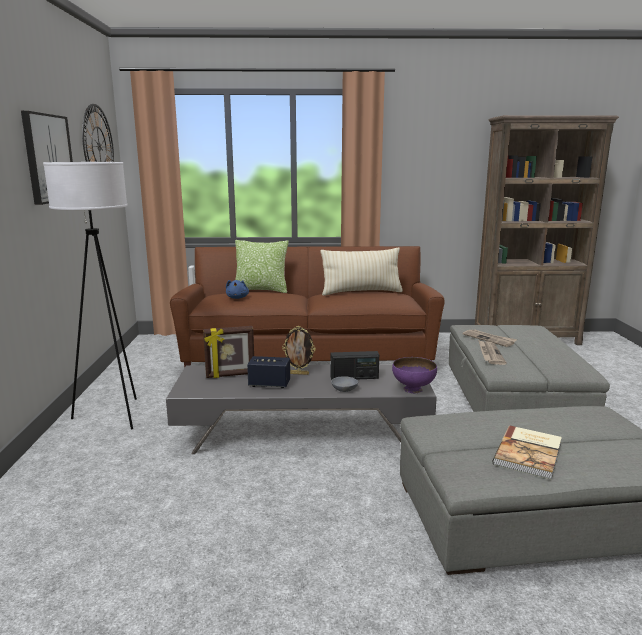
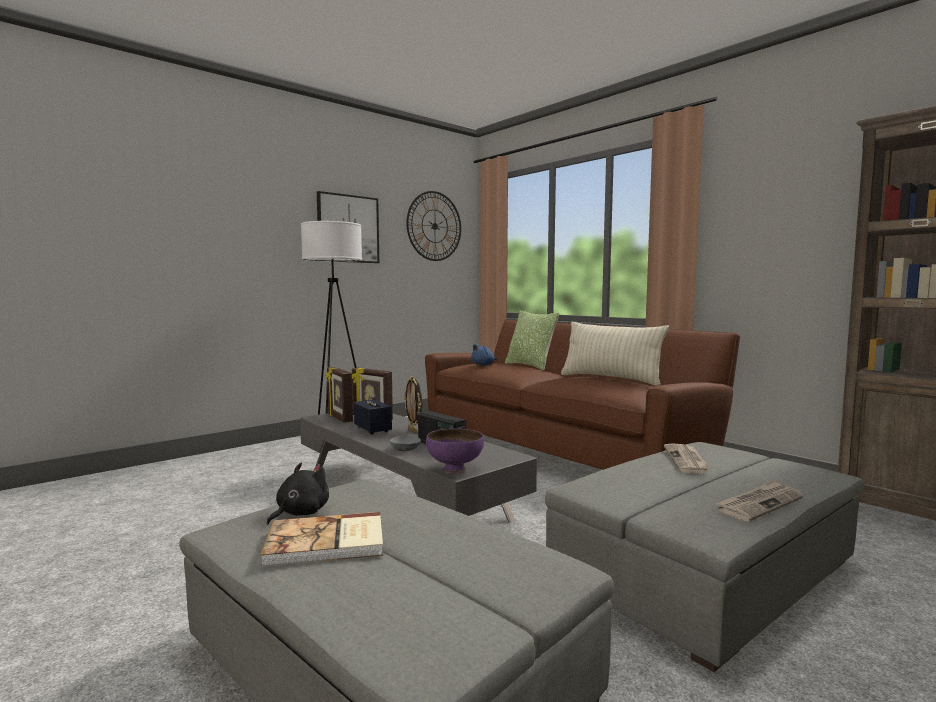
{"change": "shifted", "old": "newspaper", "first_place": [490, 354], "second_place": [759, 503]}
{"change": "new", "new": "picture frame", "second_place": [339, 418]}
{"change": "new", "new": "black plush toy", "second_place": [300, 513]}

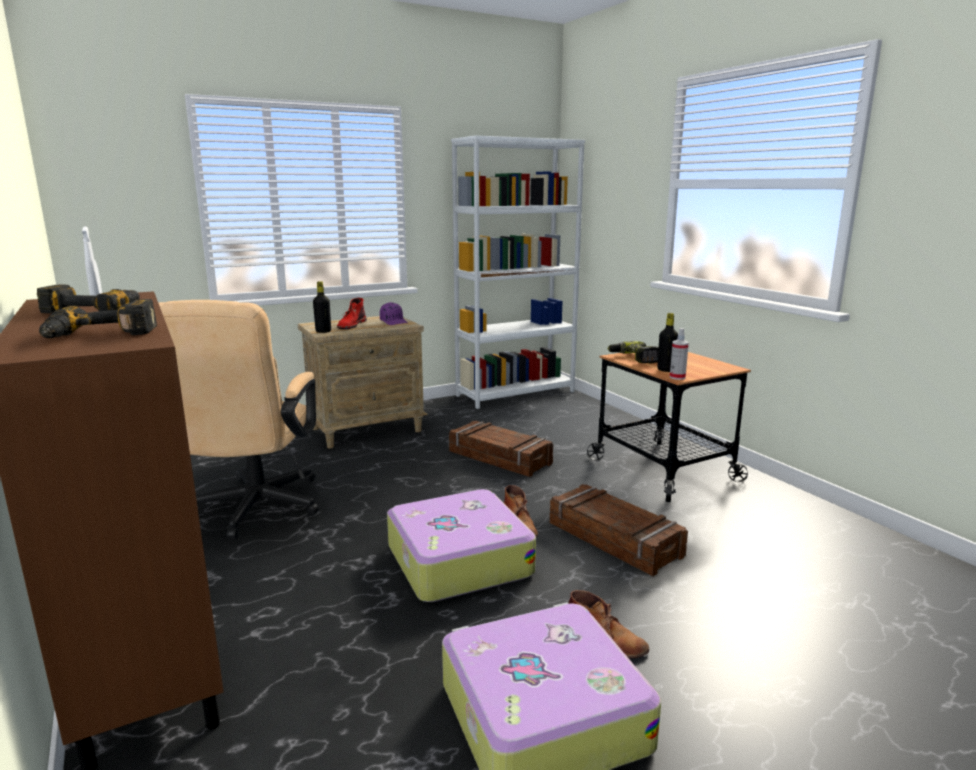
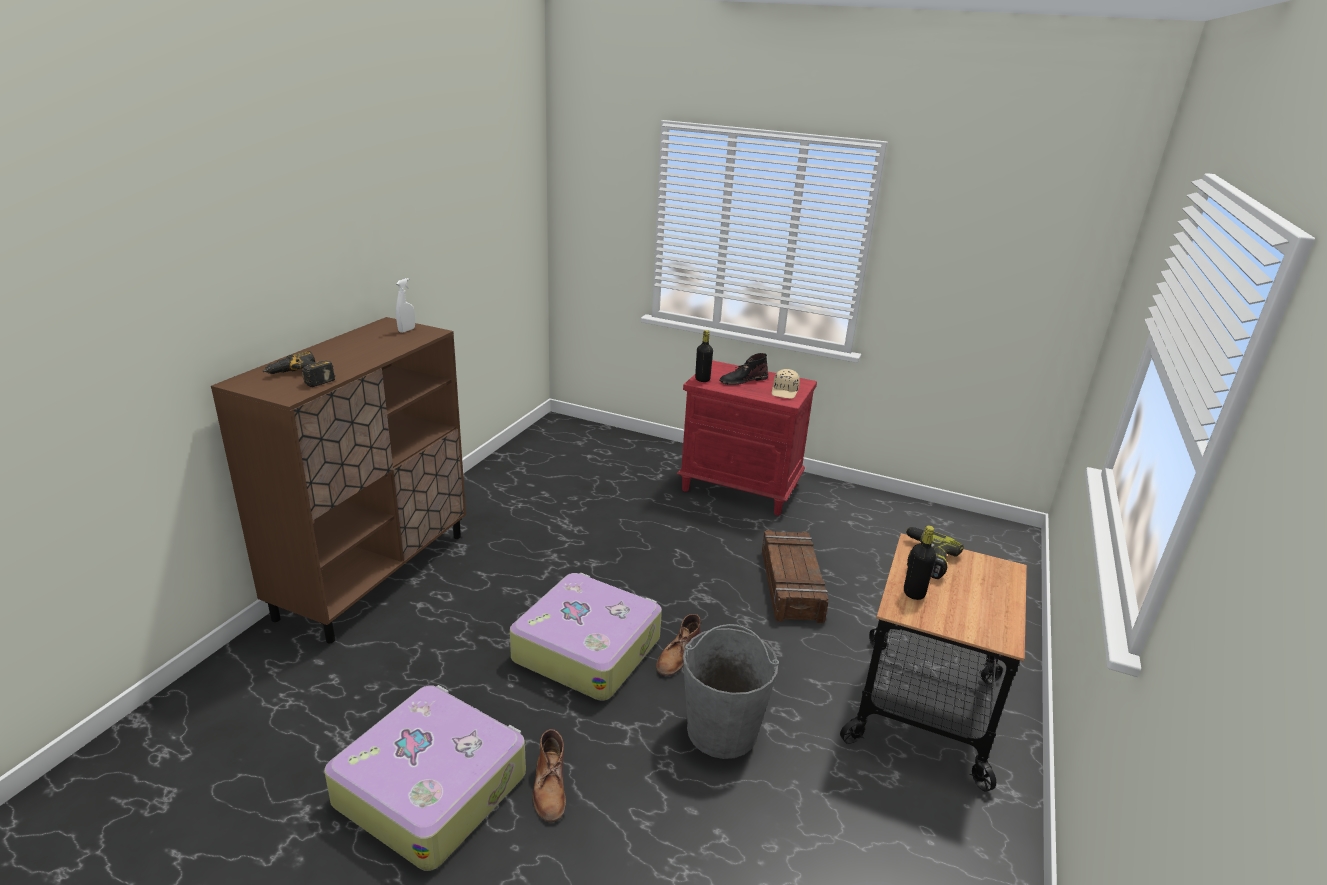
{"change": "gone", "old": "white bookcase", "first_place": [515, 393]}
{"change": "gone", "old": "power drill", "first_place": [95, 309]}
{"change": "repainted", "old": "red boot", "new": "black boot", "first_place": [351, 325], "second_place": [742, 380]}
{"change": "gone", "old": "beige office chair", "first_place": [252, 511]}
{"change": "repainted", "old": "purple cap", "new": "beige cap", "first_place": [394, 322], "second_place": [785, 391]}
{"change": "repainted", "old": "beige nightstand", "new": "red nightstand", "first_place": [367, 429], "second_place": [741, 488]}
{"change": "gone", "old": "spray bottle", "first_place": [677, 377]}
{"change": "swapped", "old": "crate", "new": "grey bucket", "first_place": [615, 539], "second_place": [722, 729]}

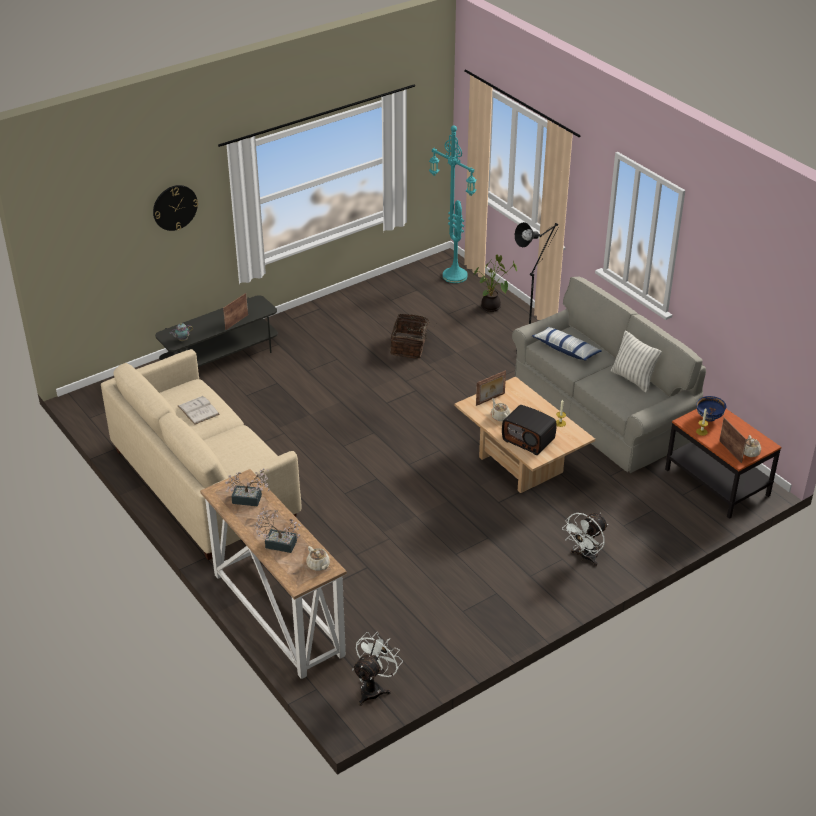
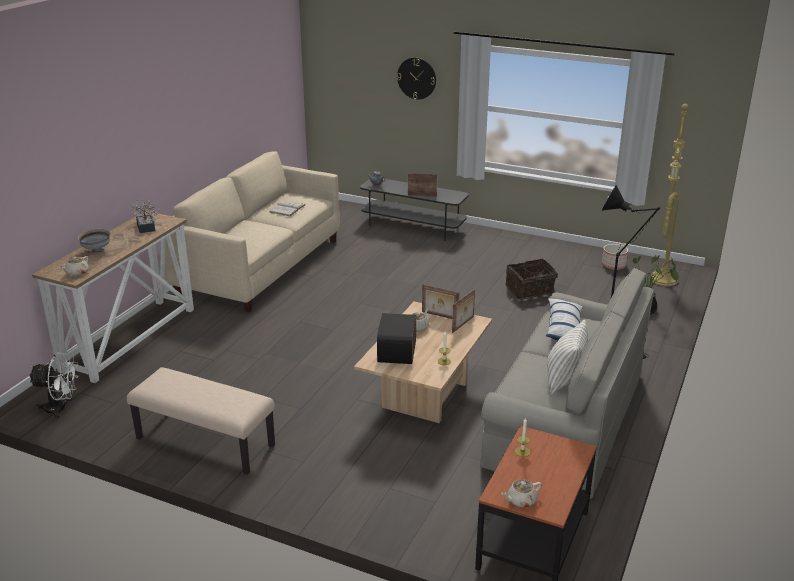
{"change": "repainted", "old": "turquoise floor lamp", "new": "yellow floor lamp", "first_place": [453, 276], "second_place": [661, 279]}
{"change": "gone", "old": "blue bowl", "first_place": [709, 418]}
{"change": "shifted", "old": "picture frame", "first_place": [731, 451], "second_place": [463, 324]}
{"change": "swapped", "old": "potted plant", "new": "grey bowl", "first_place": [277, 543], "second_place": [97, 251]}
{"change": "gone", "old": "white fan", "first_place": [585, 557]}
{"change": "new", "new": "planter", "second_place": [613, 265]}
{"change": "new", "new": "beige bench", "second_place": [204, 442]}

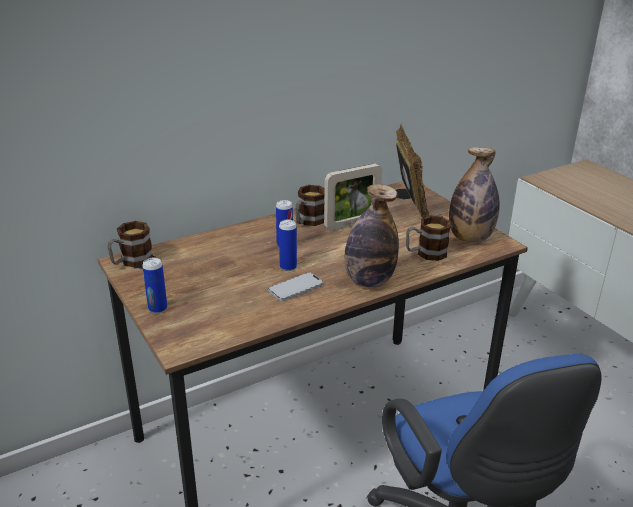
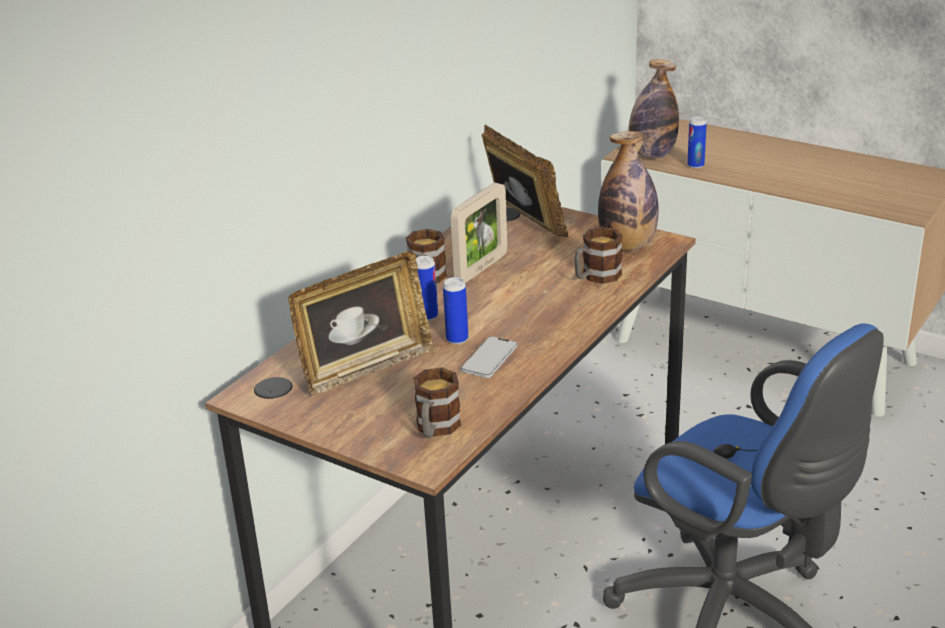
{"change": "shifted", "old": "bottle", "first_place": [369, 281], "second_place": [652, 155]}
{"change": "shifted", "old": "mug", "first_place": [131, 262], "second_place": [435, 429]}
{"change": "shifted", "old": "can", "first_place": [158, 309], "second_place": [695, 165]}
{"change": "new", "new": "picture frame", "second_place": [365, 367]}

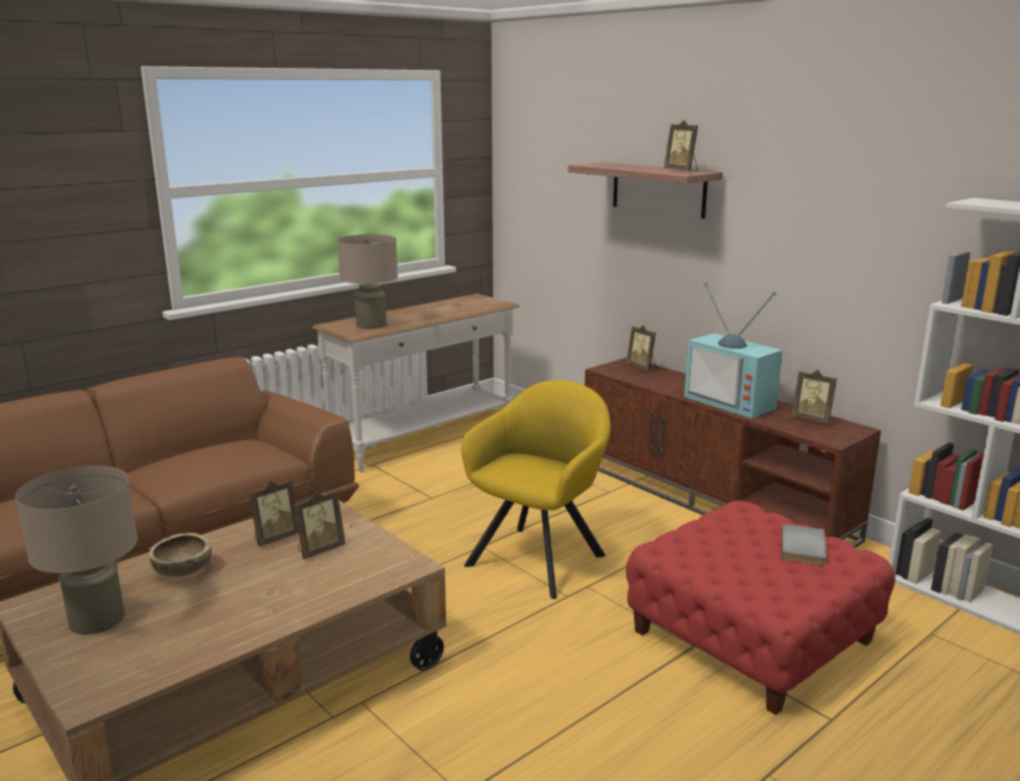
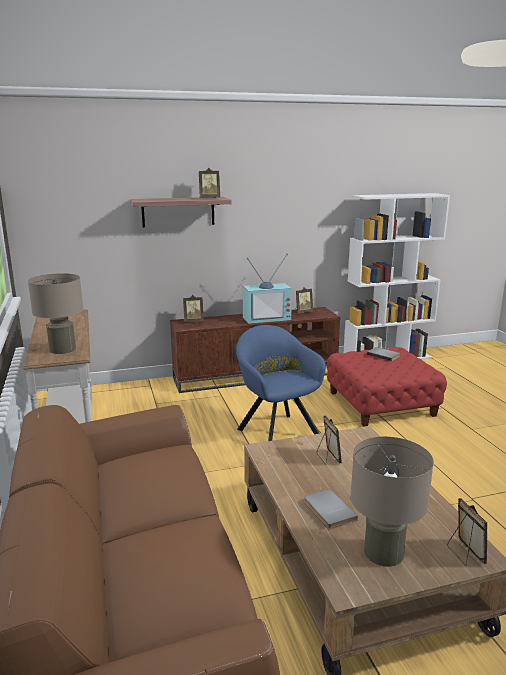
{"change": "repainted", "old": "yellow armchair", "new": "blue armchair", "first_place": [540, 557], "second_place": [276, 431]}
{"change": "shifted", "old": "picture frame", "first_place": [275, 538], "second_place": [464, 553]}
{"change": "swapped", "old": "brown bowl", "new": "grey book", "first_place": [183, 570], "second_place": [327, 511]}

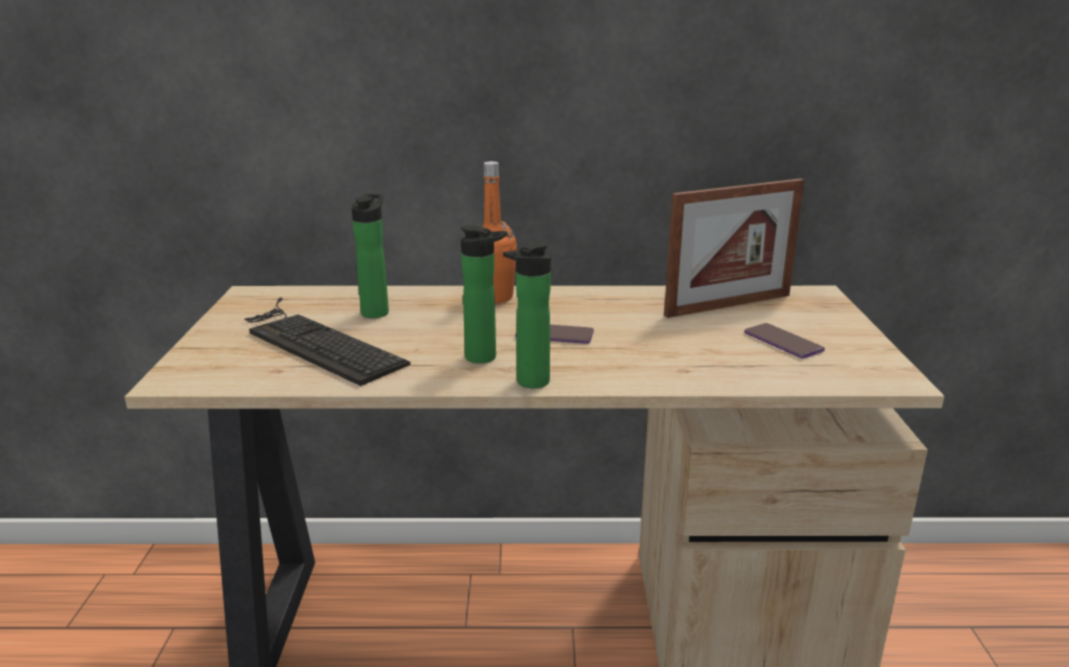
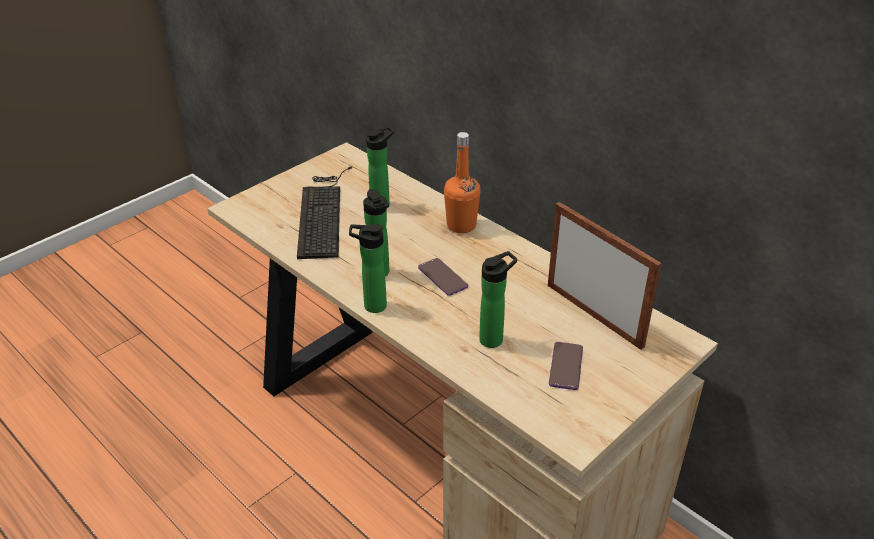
{"change": "rotated", "old": "picture frame", "first_place": [728, 305], "second_place": [594, 315], "degrees": -150}
{"change": "new", "new": "bottle", "second_place": [494, 338]}

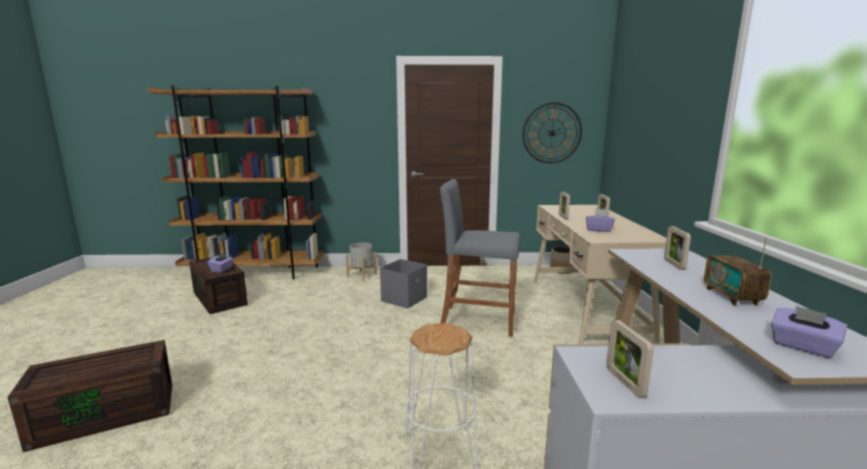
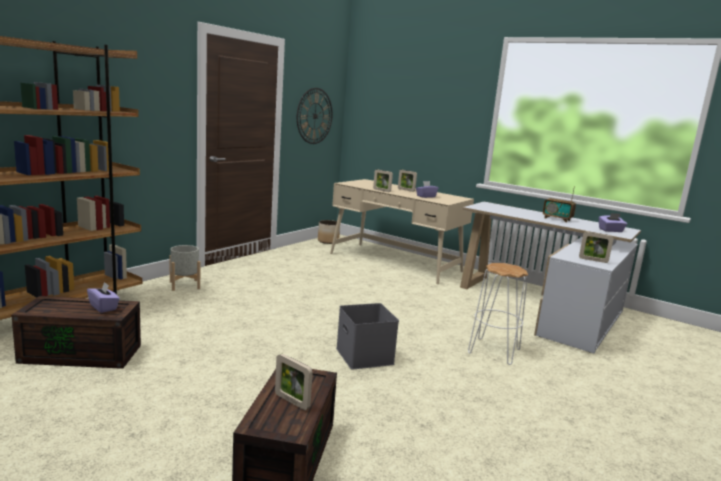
{"change": "gone", "old": "grey stool", "first_place": [478, 320]}
{"change": "shifted", "old": "picture frame", "first_place": [674, 265], "second_place": [292, 401]}
{"change": "shifted", "old": "grey storage box", "first_place": [404, 299], "second_place": [366, 356]}

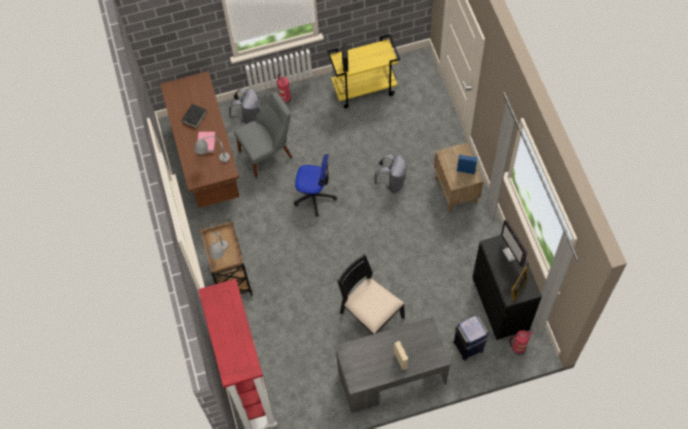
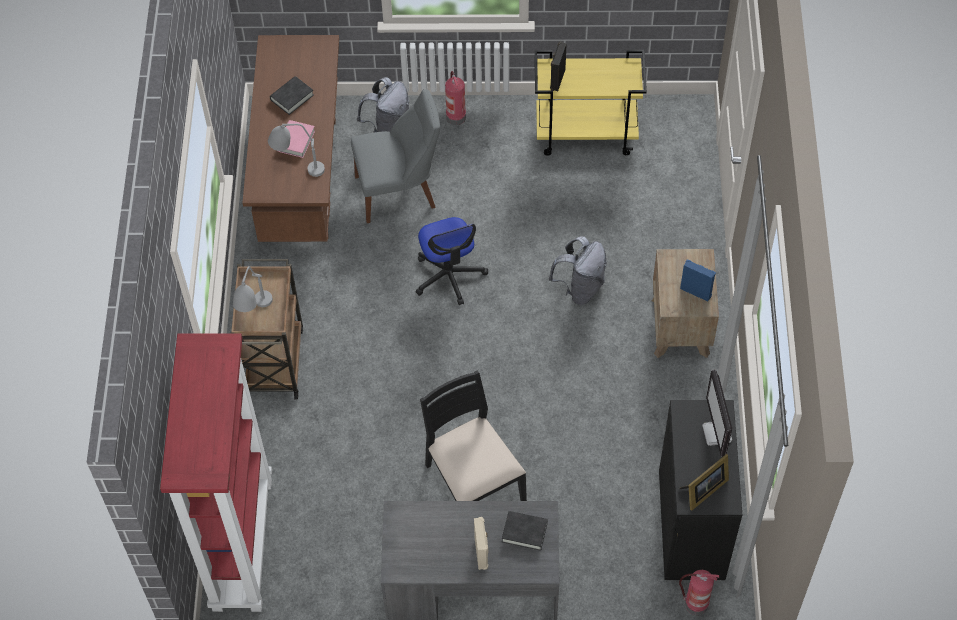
{"change": "rotated", "old": "office chair", "first_place": [314, 196], "second_place": [449, 275], "degrees": 45}
{"change": "gone", "old": "blue trash can", "first_place": [468, 347]}
{"change": "new", "new": "black book", "second_place": [524, 532]}

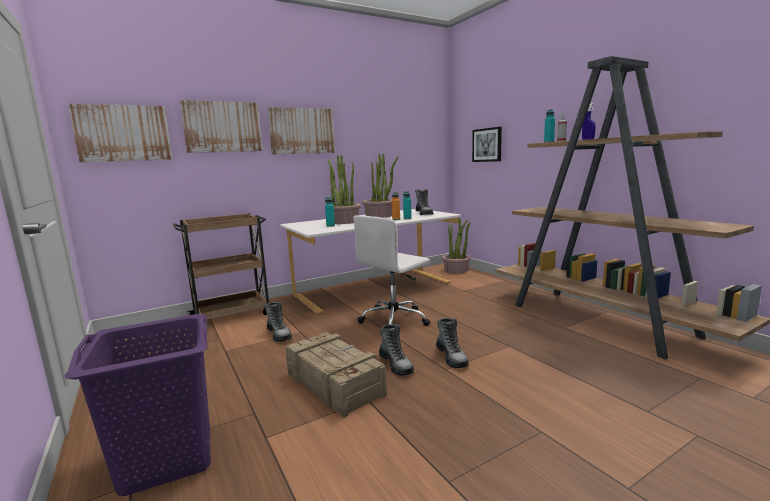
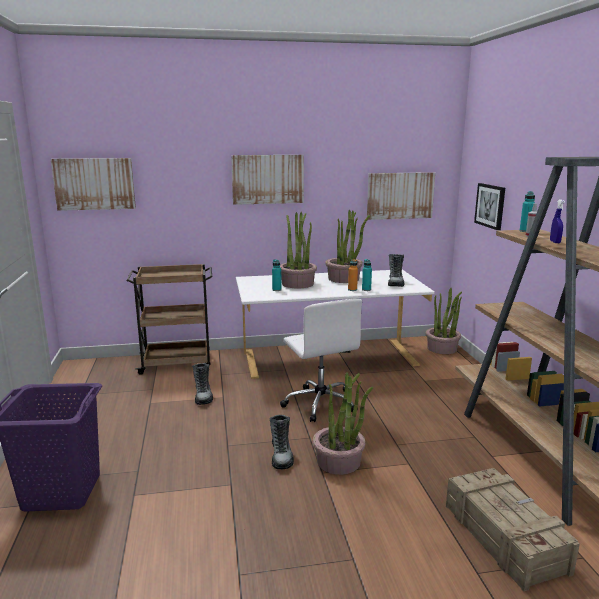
{"change": "shifted", "old": "picture", "first_place": [223, 127], "second_place": [400, 195]}
{"change": "rotated", "old": "white office chair", "first_place": [395, 319], "second_place": [320, 403], "degrees": -90}
{"change": "swapped", "old": "boot", "new": "potted plant", "first_place": [452, 357], "second_place": [339, 461]}
{"change": "shifted", "old": "crate", "first_place": [334, 383], "second_place": [504, 537]}

